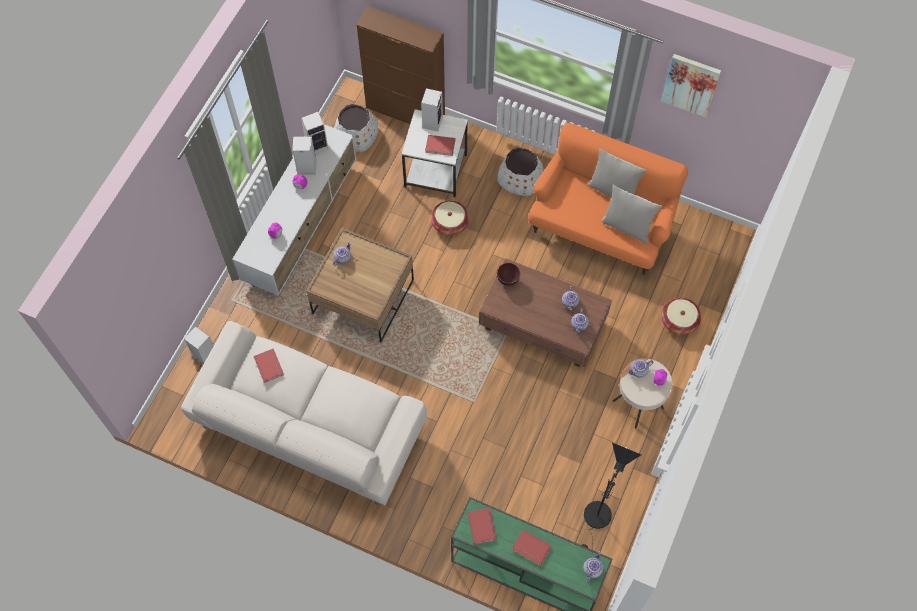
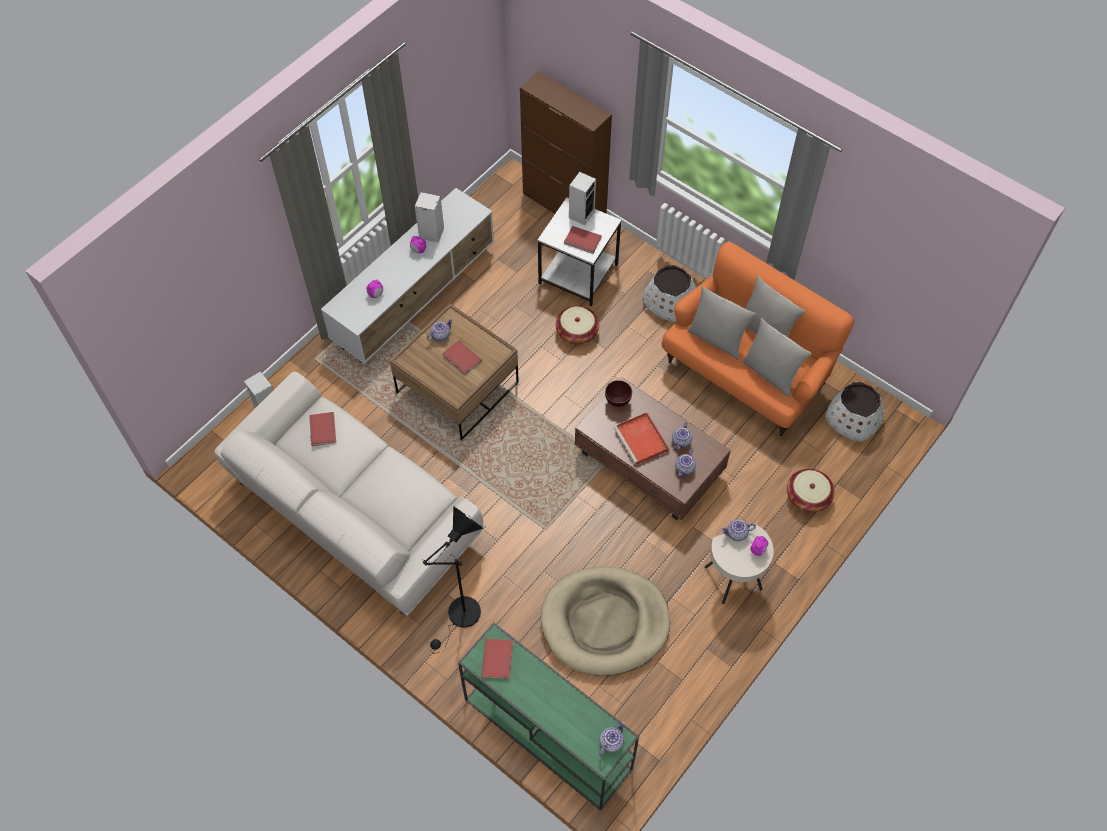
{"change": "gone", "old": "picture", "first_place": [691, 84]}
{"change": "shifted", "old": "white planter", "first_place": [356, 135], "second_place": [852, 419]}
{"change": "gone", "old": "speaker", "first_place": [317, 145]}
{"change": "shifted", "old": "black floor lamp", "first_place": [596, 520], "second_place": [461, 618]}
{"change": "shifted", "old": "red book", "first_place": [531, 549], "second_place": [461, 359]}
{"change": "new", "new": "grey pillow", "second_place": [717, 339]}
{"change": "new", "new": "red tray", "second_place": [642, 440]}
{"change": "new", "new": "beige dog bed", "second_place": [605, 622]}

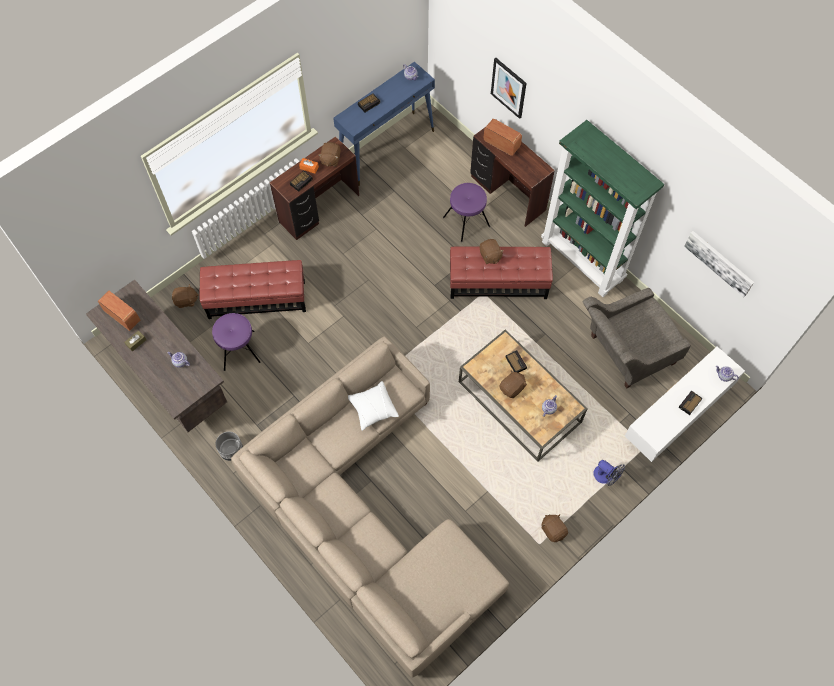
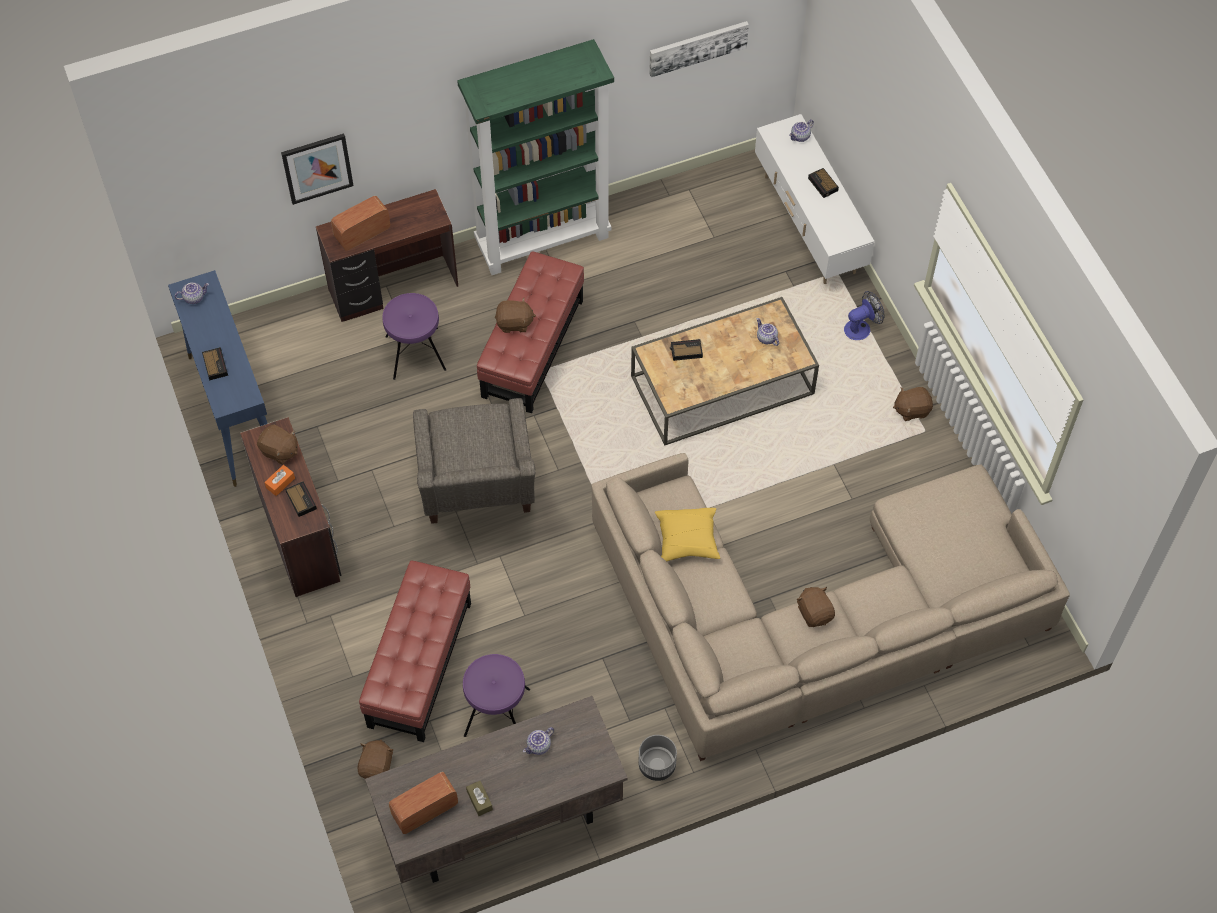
{"change": "shifted", "old": "grey armchair", "first_place": [624, 353], "second_place": [477, 493]}
{"change": "shifted", "old": "brown plush toy", "first_place": [512, 388], "second_place": [815, 613]}
{"change": "repainted", "old": "white pillow", "new": "yellow pillow", "first_place": [372, 408], "second_place": [687, 540]}

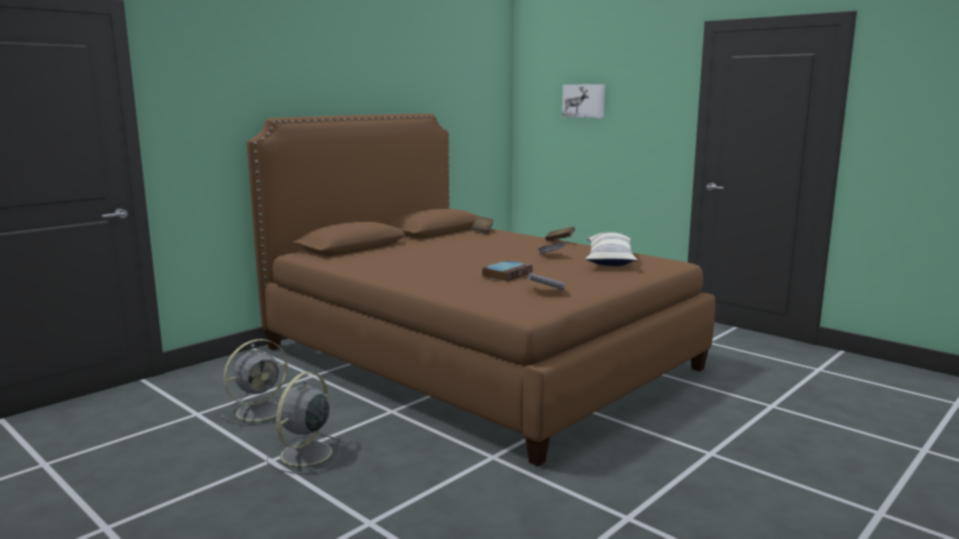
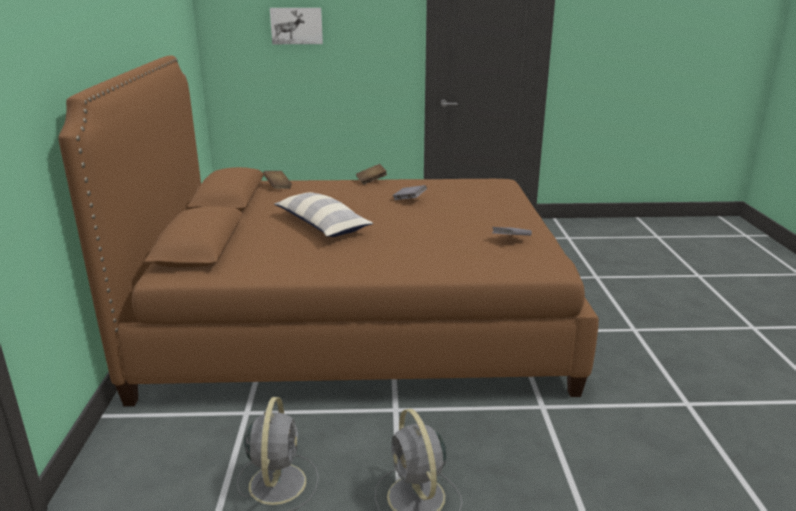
{"change": "shifted", "old": "pillow", "first_place": [609, 260], "second_place": [321, 225]}
{"change": "gone", "old": "book", "first_place": [507, 274]}

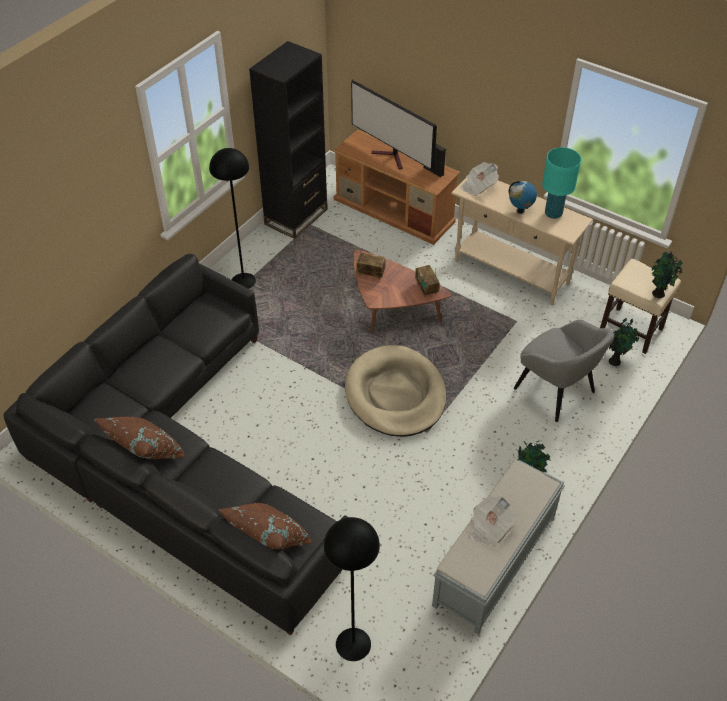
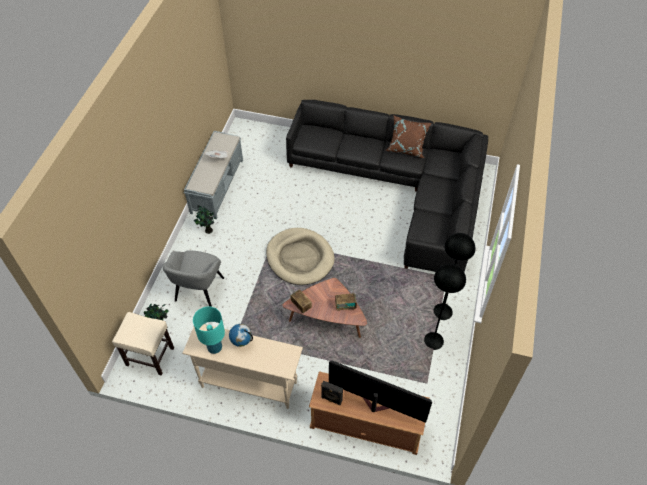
{"change": "gone", "old": "black bookcase", "first_place": [296, 217]}
{"change": "gone", "old": "newspaper", "first_place": [478, 187]}
{"change": "gone", "old": "potted plant", "first_place": [658, 294]}
{"change": "rotated", "old": "grey armchair", "first_place": [556, 391], "second_place": [199, 290], "degrees": -105}
{"change": "gone", "old": "brown pillow", "first_place": [268, 541]}
{"change": "shifted", "old": "black floor lamp", "first_place": [352, 644], "second_place": [433, 340]}

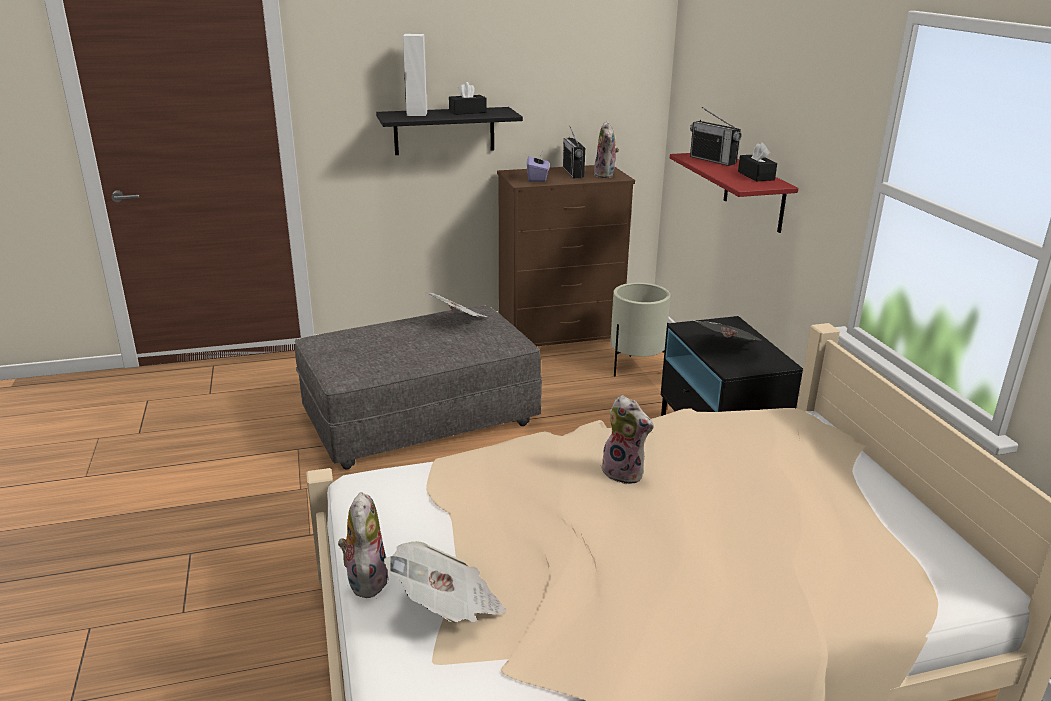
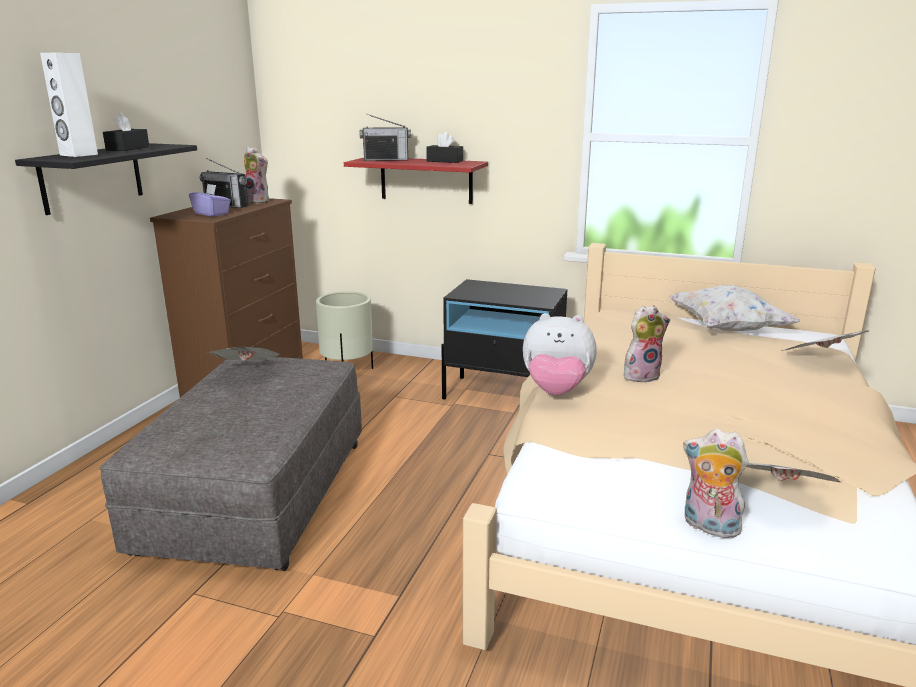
{"change": "shifted", "old": "newspaper", "first_place": [727, 348], "second_place": [819, 359]}
{"change": "new", "new": "white pillow", "second_place": [726, 329]}
{"change": "new", "new": "plush toy", "second_place": [556, 391]}

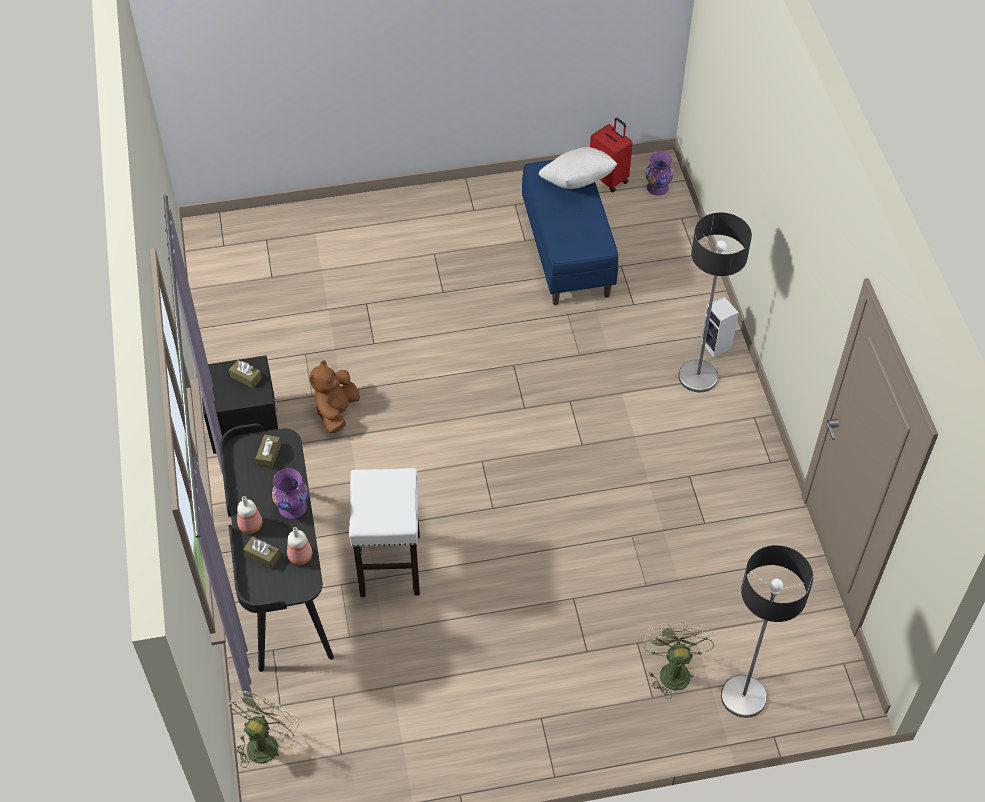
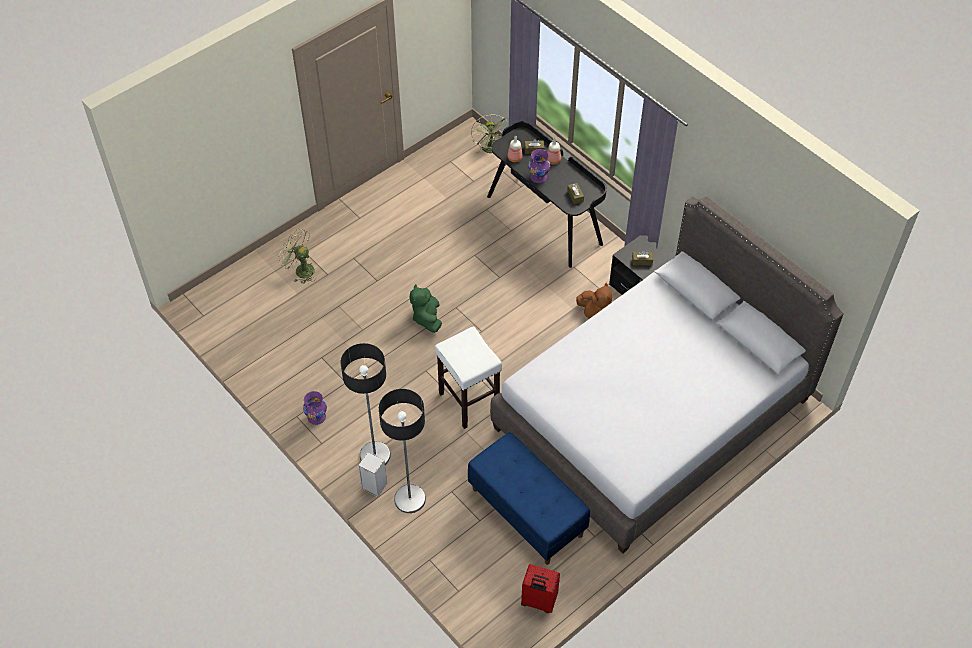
{"change": "gone", "old": "white pillow", "first_place": [577, 184]}
{"change": "shifted", "old": "purple vase", "first_place": [657, 188], "second_place": [317, 417]}
{"change": "shifted", "old": "white stool", "first_place": [390, 566], "second_place": [468, 401]}
{"change": "shifted", "old": "floor lamp", "first_place": [744, 697], "second_place": [409, 499]}
{"change": "rotated", "old": "green fan", "first_place": [672, 669], "second_place": [300, 270], "degrees": 150}
{"change": "new", "new": "grey bed", "second_place": [651, 413]}
{"change": "new", "new": "green plush toy", "second_place": [427, 318]}

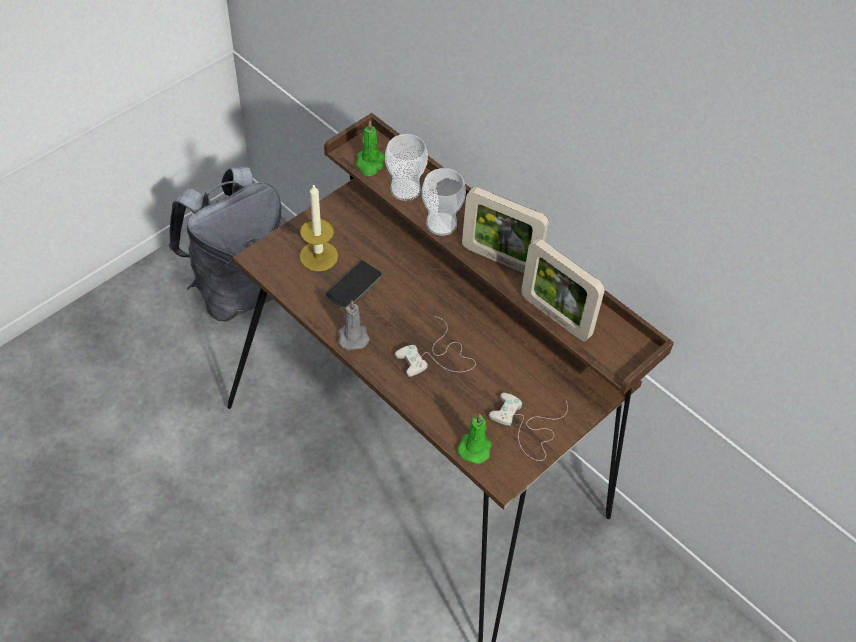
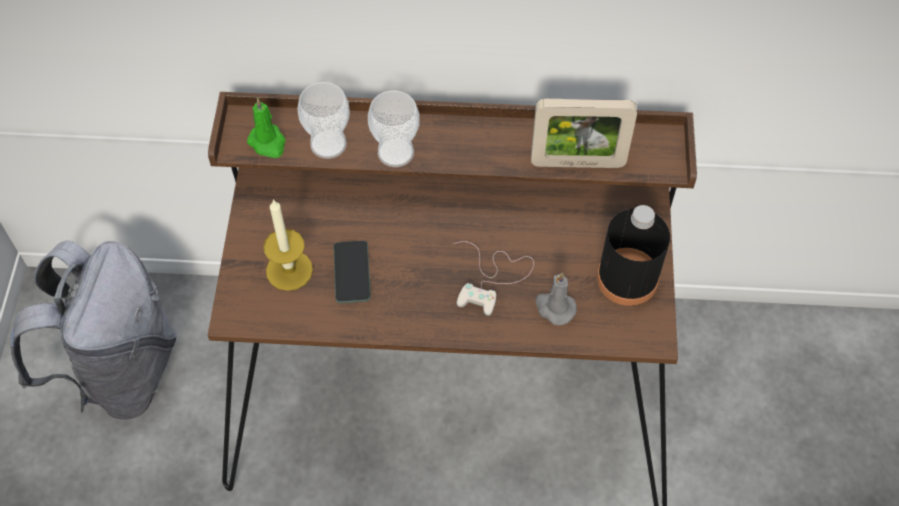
{"change": "gone", "old": "picture frame", "first_place": [500, 259]}
{"change": "shifted", "old": "grey candle", "first_place": [352, 336], "second_place": [554, 308]}
{"change": "swapped", "old": "white game controller", "new": "black bottle", "first_place": [528, 427], "second_place": [627, 278]}
{"change": "gone", "old": "green candle", "first_place": [475, 446]}

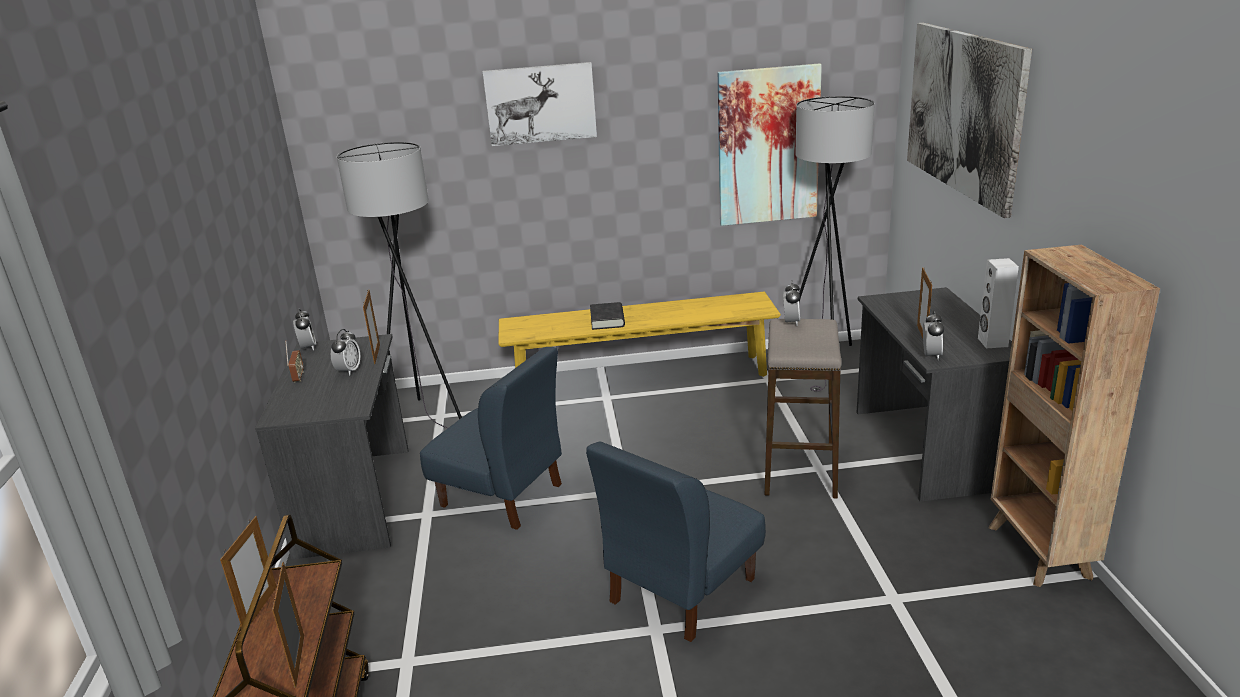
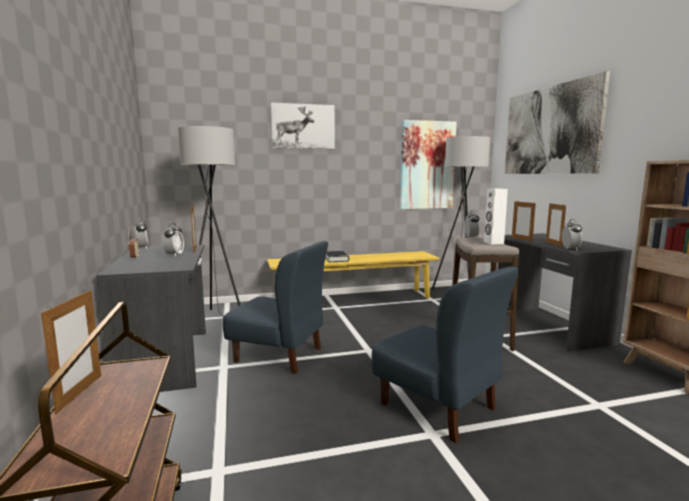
{"change": "shifted", "old": "white speaker", "first_place": [992, 342], "second_place": [493, 243]}
{"change": "rotated", "old": "blue chair", "first_place": [681, 590], "second_place": [438, 406], "degrees": -75}
{"change": "shifted", "old": "picture frame", "first_place": [299, 661], "second_place": [521, 239]}

